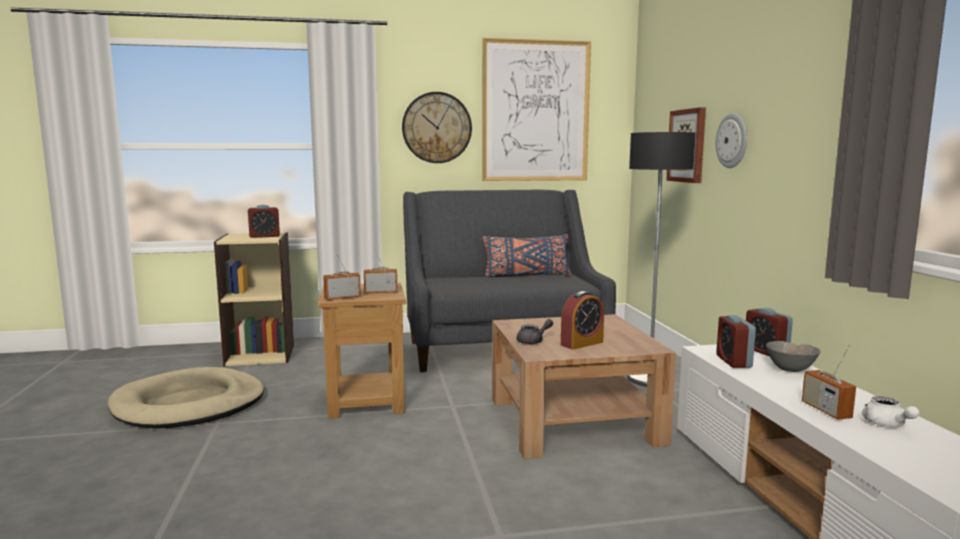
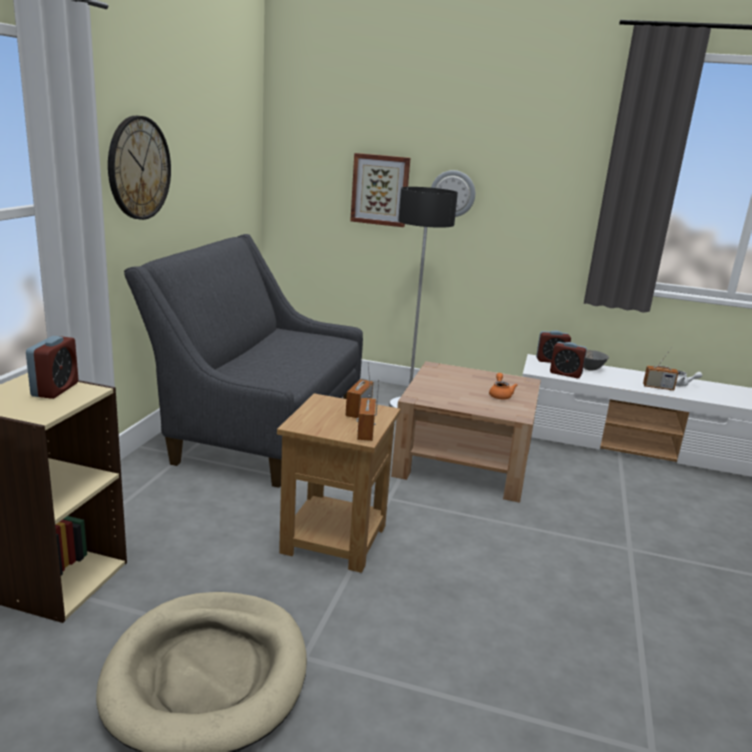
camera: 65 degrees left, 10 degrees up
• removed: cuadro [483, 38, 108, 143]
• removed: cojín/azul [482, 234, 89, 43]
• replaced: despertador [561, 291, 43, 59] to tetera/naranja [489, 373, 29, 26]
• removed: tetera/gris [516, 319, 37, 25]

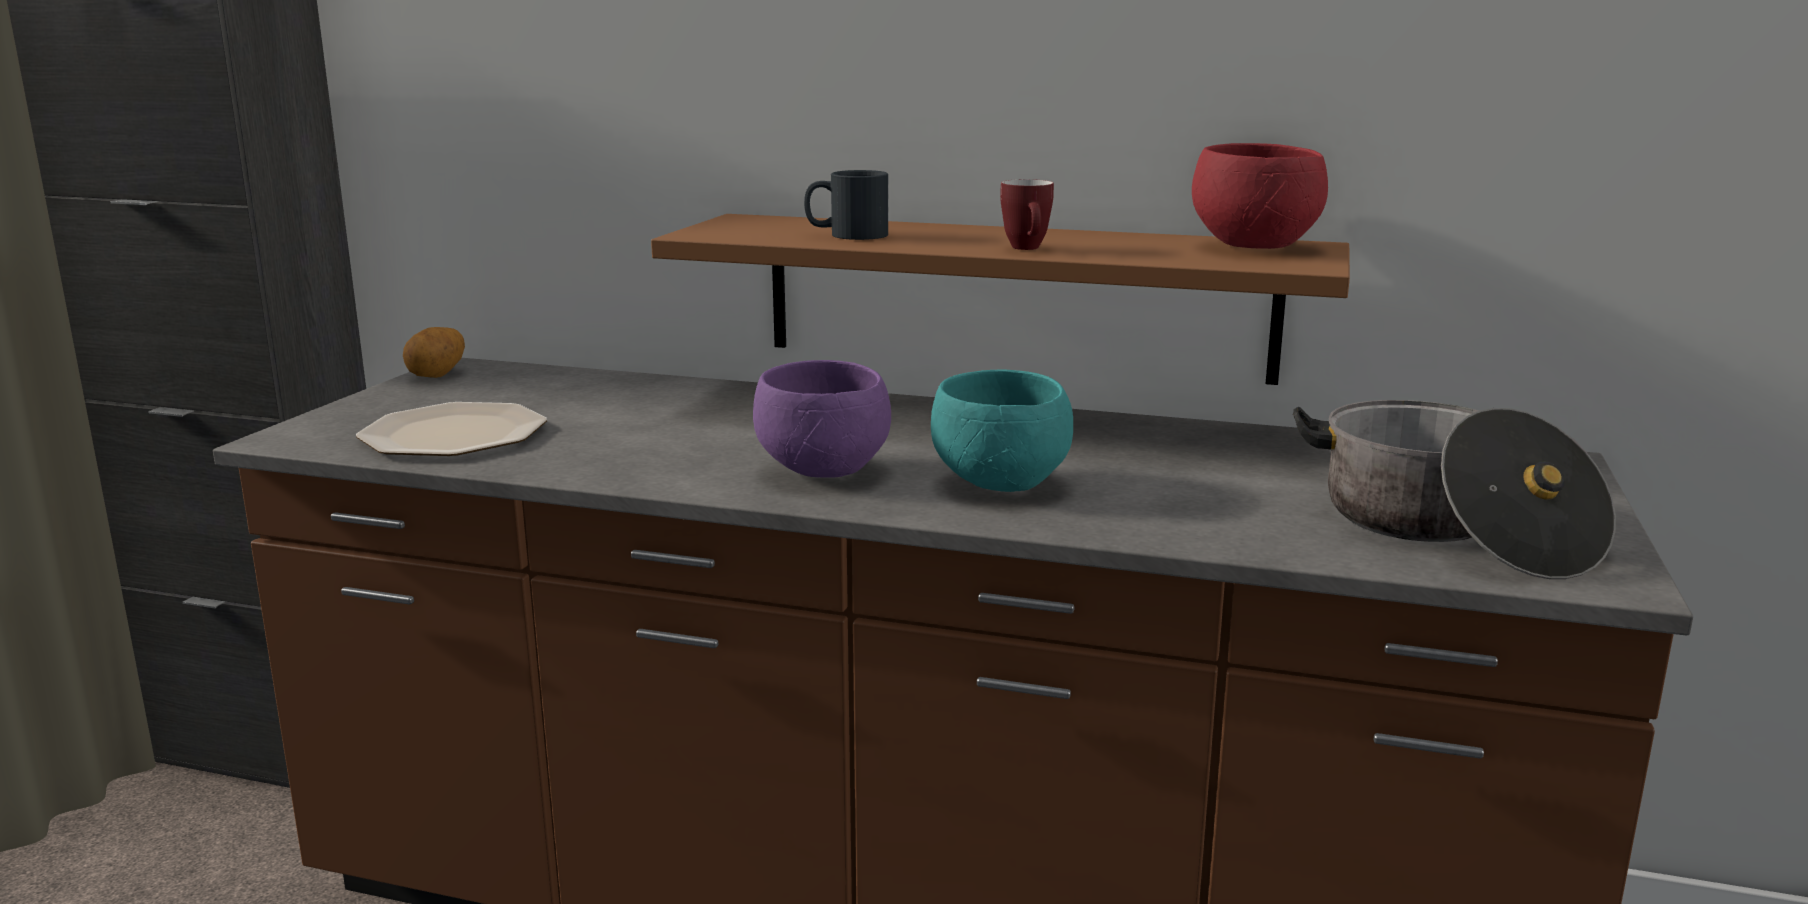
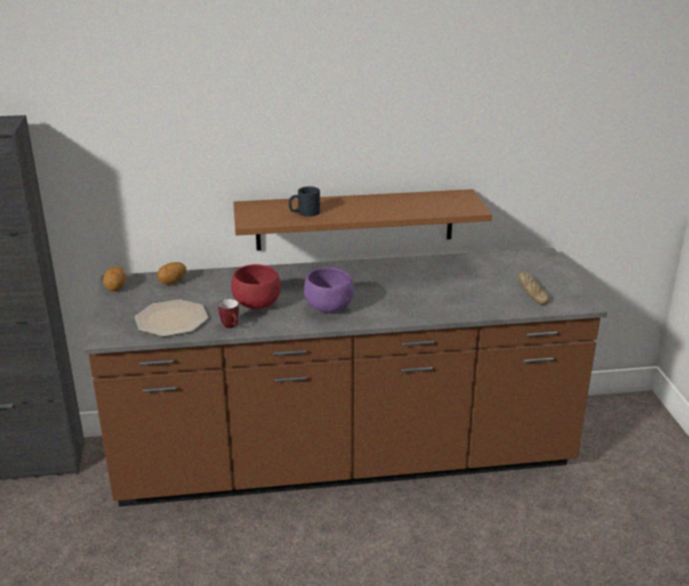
camera: 25 degrees left, 10 degrees up
• moved: cuenco/rojo [1192, 143, 136, 106] to [231, 264, 50, 45]
• moved: taza grande [1000, 179, 54, 71] to [218, 299, 21, 29]
• removed: cuenco/turquesa [931, 369, 142, 123]
• replaced: olla [1293, 400, 323, 179] to pan [518, 272, 31, 33]
• added: patata [157, 262, 30, 23]

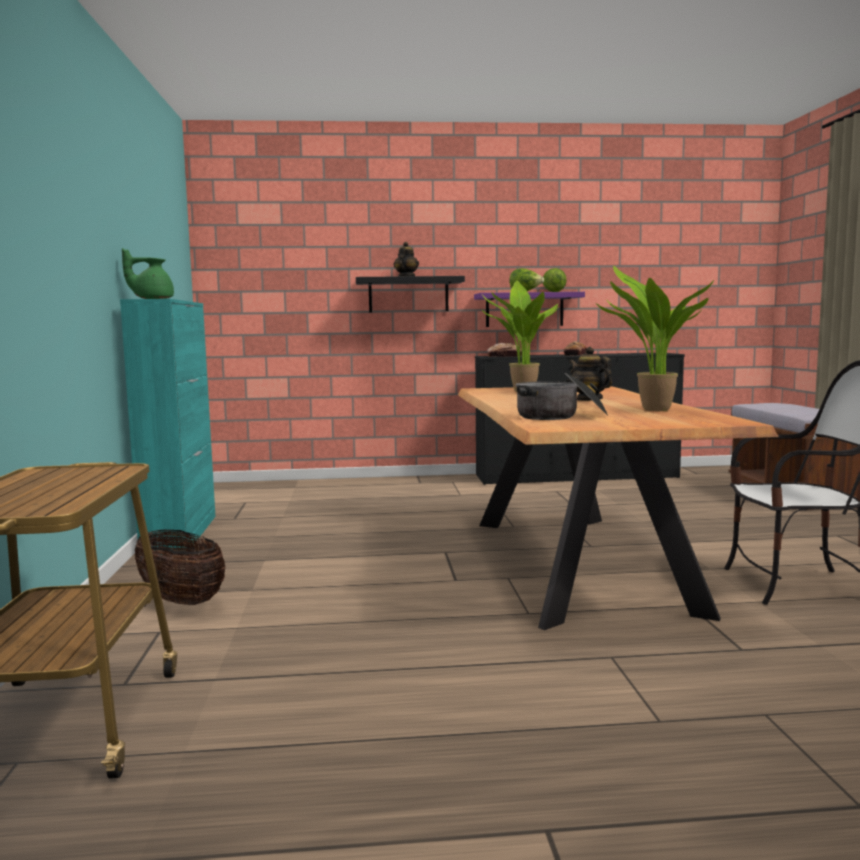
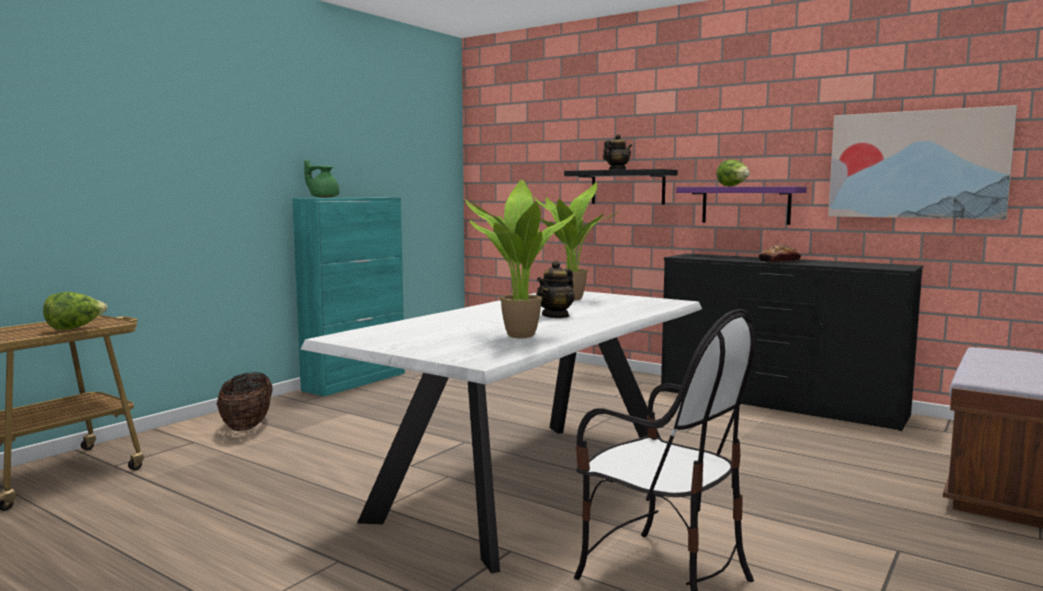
camera: 40 degrees right, 0 degrees up
• moved: lechuga [543, 268, 24, 24] to [43, 292, 64, 38]
• removed: pan [487, 343, 35, 14]
• turned: tetera [569, 347, 43, 54] = [536, 261, 39, 57] 150 degrees counterclockwise
• removed: olla [516, 373, 92, 47]
• recoloured: mesa de comedor/marrón [458, 386, 321, 244] to mesa de comedor/blanco [300, 291, 402, 283]
• added: cuadro [828, 105, 189, 115]

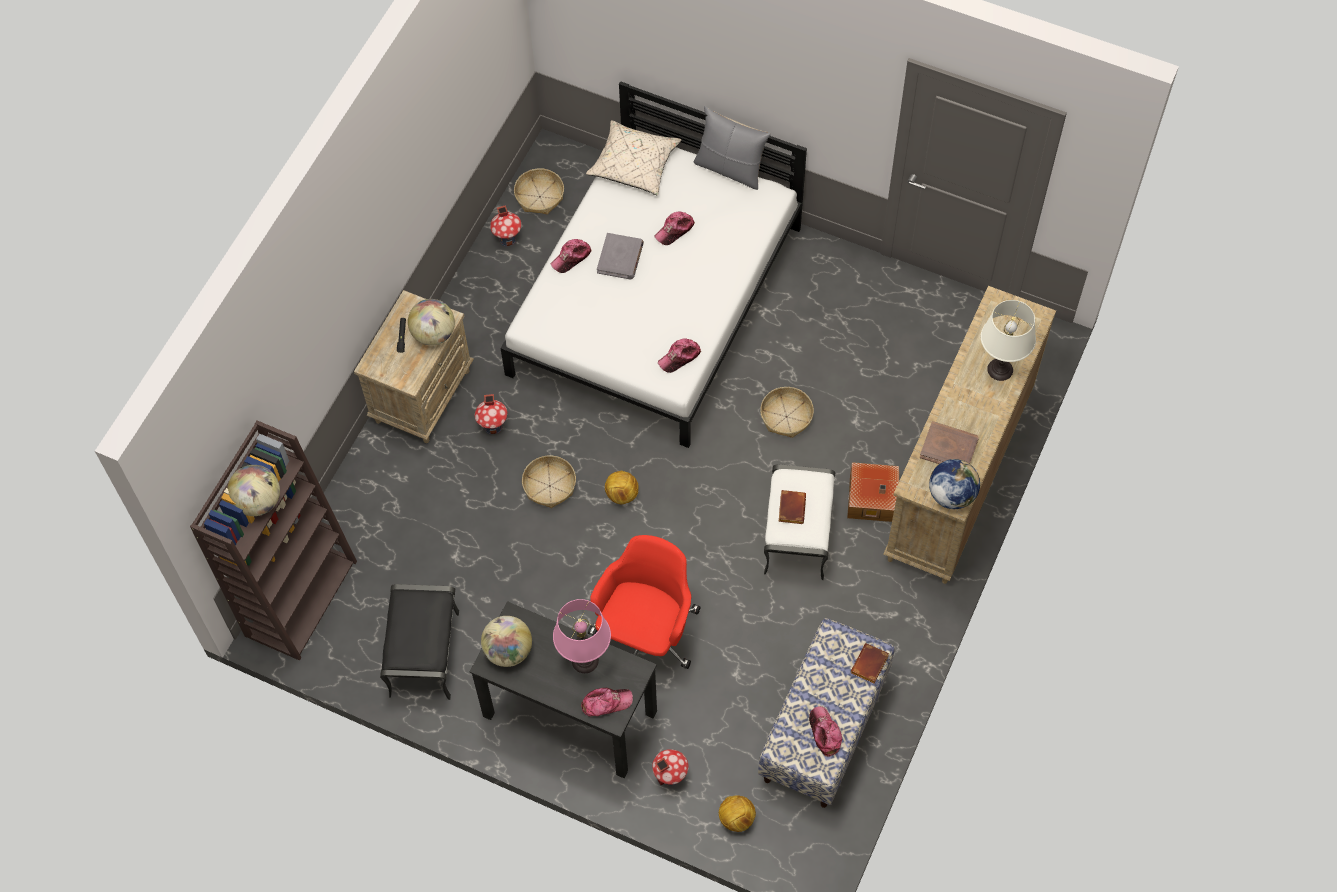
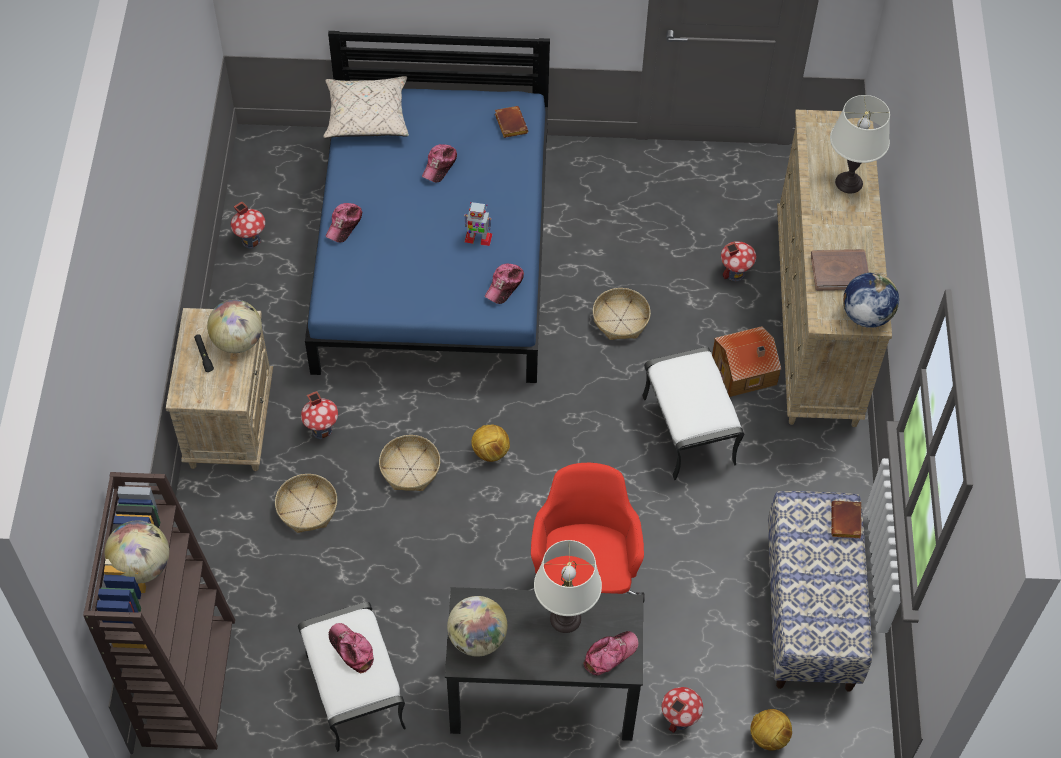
camera: 25 degrees left, 5 degrees down
• recoloured: cama/blanco [501, 81, 306, 367] to cama/azul [305, 31, 245, 352]
• removed: cojín/gris [693, 106, 78, 84]
• moved: cesta [514, 168, 50, 47] to [275, 474, 62, 59]
• removed: libro/gris [597, 233, 47, 47]
• moved: libro/marrón [779, 490, 27, 34] to [495, 106, 33, 32]
• recoloured: puf/negro [380, 584, 79, 116] to puf/blanco [298, 602, 108, 150]
• recoloured: lámpara de mesa/rosa [553, 599, 58, 74] to lámpara de mesa/blanco [534, 540, 68, 93]
• moved: gorra [809, 706, 33, 51] to [329, 623, 45, 50]
• added: robot de juguete [464, 202, 28, 44]
• added: casita [721, 241, 35, 40]

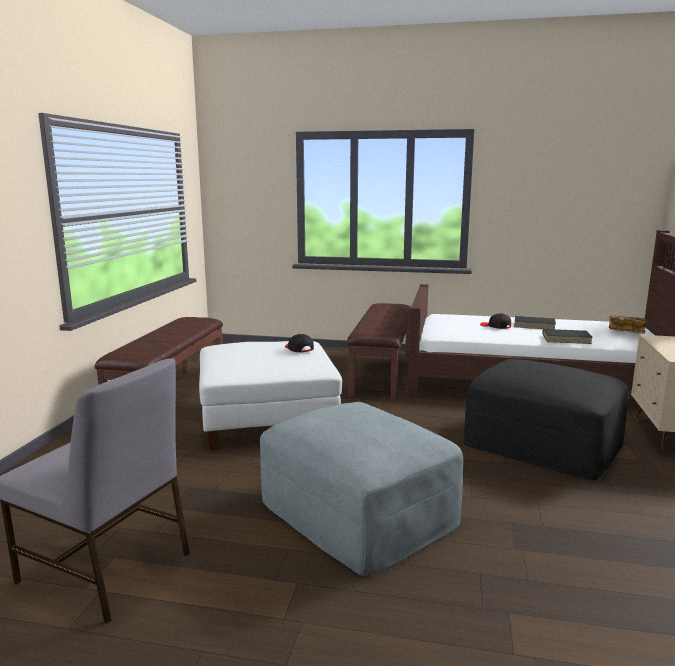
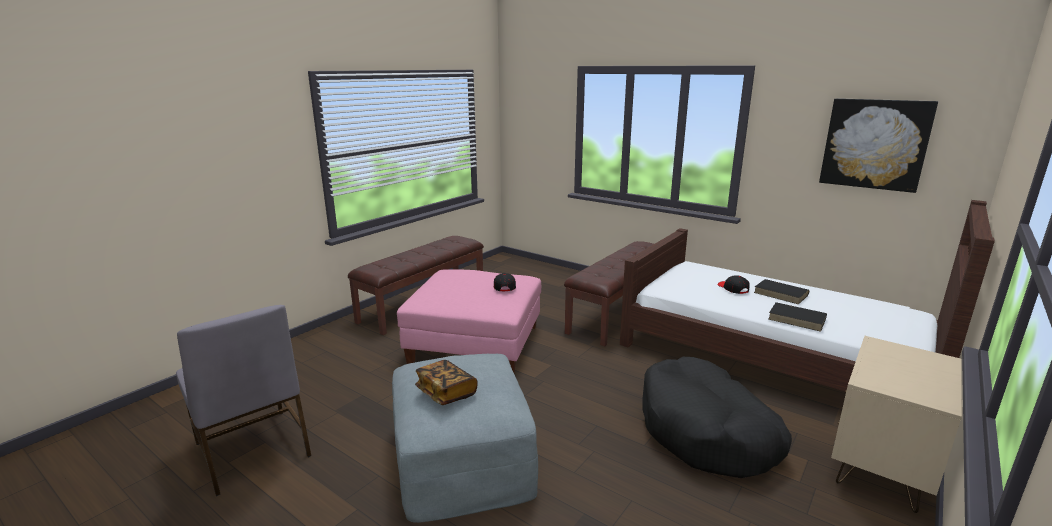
camera: 25 degrees right, 5 degrees up
• moved: libro [609, 316, 38, 18] to [415, 360, 63, 45]
• recoloured: puf/blanco [199, 341, 143, 109] to puf/rosa [397, 269, 144, 104]
• replaced: puf/negro [464, 359, 165, 121] to cama para perro/negro [642, 357, 150, 121]
• added: cuadro [819, 98, 119, 95]

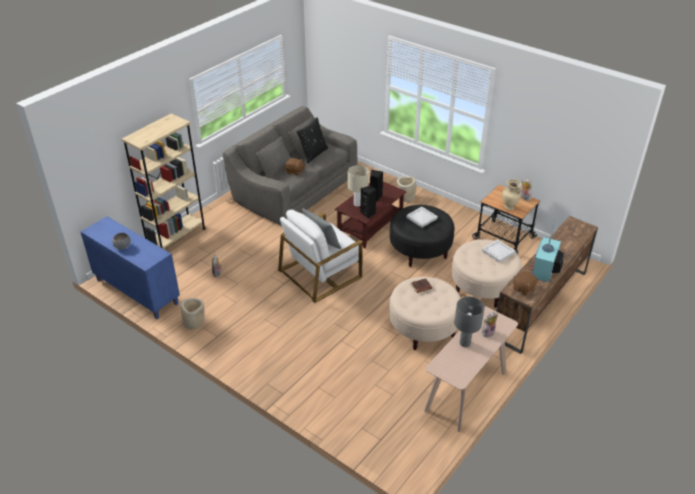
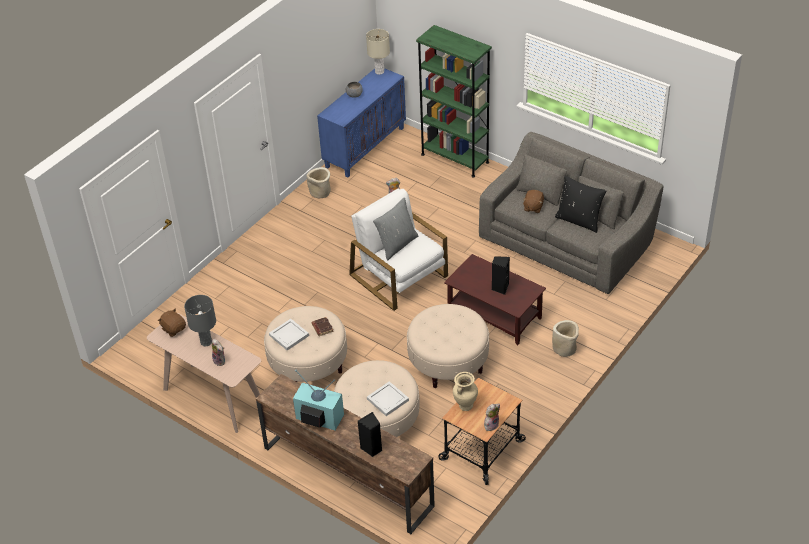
camera: 90 degrees right, 5 degrees up
• recoloured: estantería/beis [121, 113, 85, 136] to estantería/verde [416, 25, 76, 152]
• moved: lámpara de mesa/beis [348, 165, 21, 42] to [366, 29, 24, 46]
• moved: altavoz/negro [360, 185, 16, 33] to [358, 412, 24, 45]
• recoloured: puf/negro [390, 205, 65, 62] to puf/beis [407, 304, 82, 84]
• moved: bandeja/blanco [406, 207, 32, 20] to [269, 319, 40, 32]
• moved: peluche/marrón [513, 271, 24, 25] to [158, 308, 28, 29]

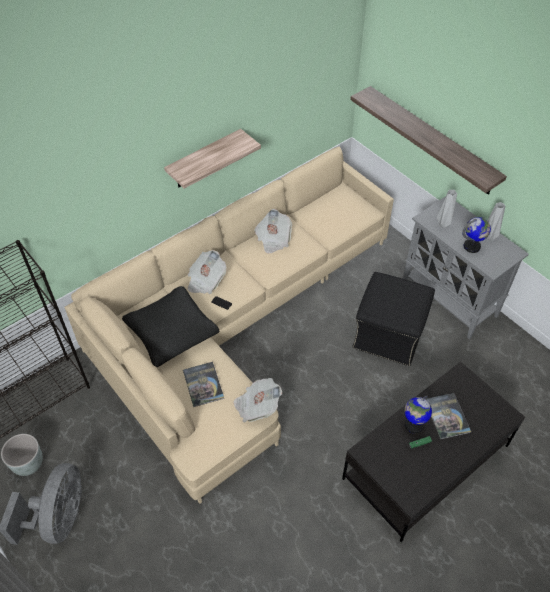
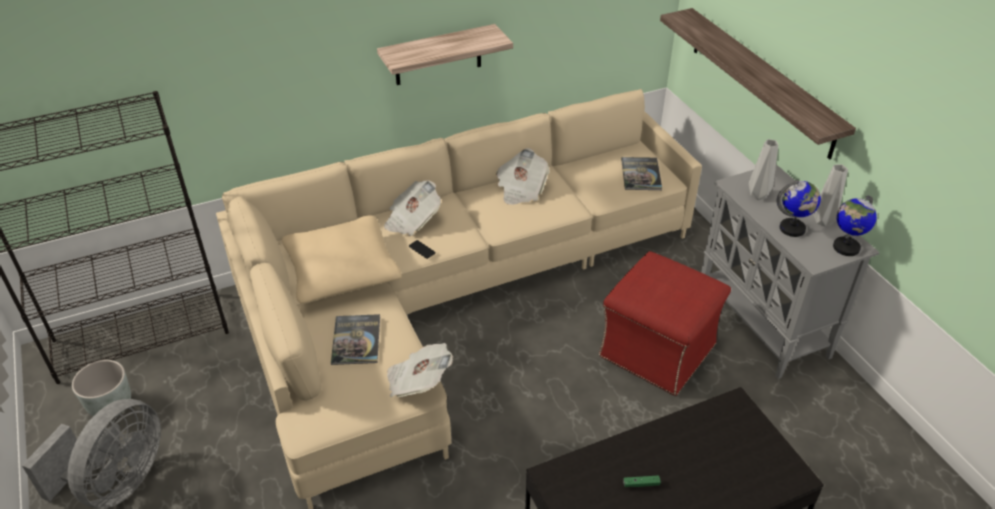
camera: 15 degrees right, 10 degrees down
• recoloured: puf/negro [352, 272, 83, 94] to puf/rojo [599, 251, 132, 145]
• recoloured: cojín/negro [122, 286, 97, 81] to cojín/beis [282, 215, 120, 89]
• moved: libro [427, 393, 44, 46] to [621, 157, 41, 33]
• moved: globo terráqueo [404, 396, 28, 38] to [833, 195, 44, 61]

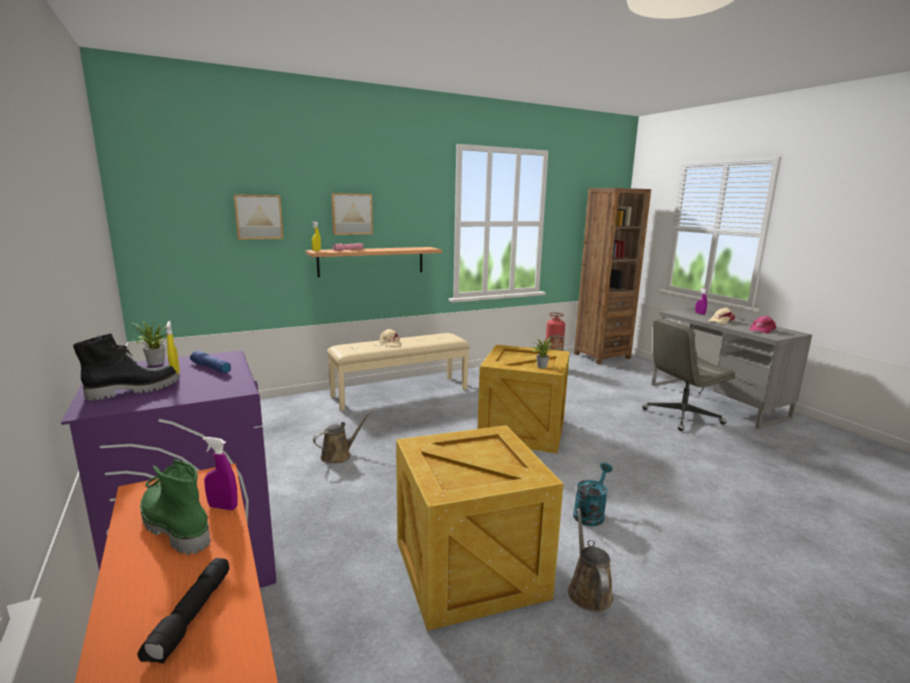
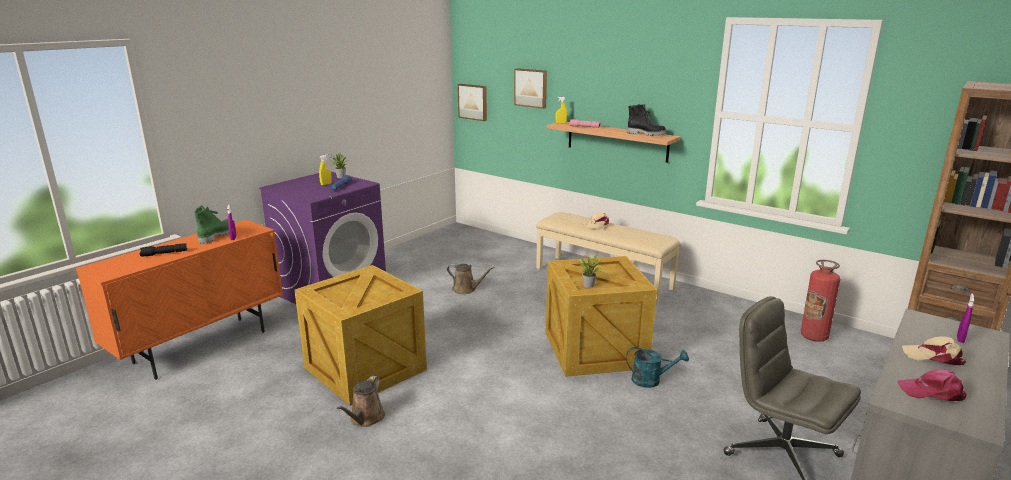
camera: 65 degrees right, 5 degrees up
• moved: cuadro [331, 193, 42, 42] to [458, 84, 29, 37]
• moved: bota/negro [73, 334, 106, 67] to [627, 104, 40, 32]
• moved: regadera/turquesa [573, 462, 40, 64] to [626, 347, 63, 41]
• turned: regadera/marrón [568, 508, 45, 104] = [337, 376, 48, 51] 135 degrees clockwise

